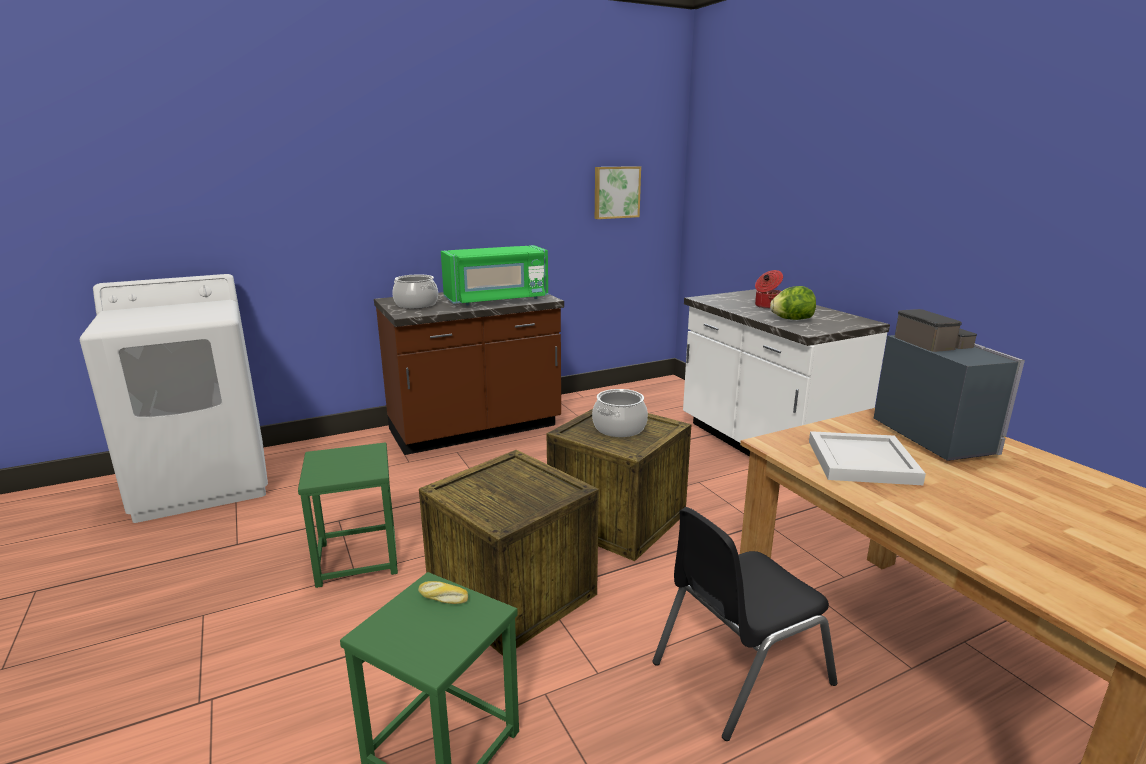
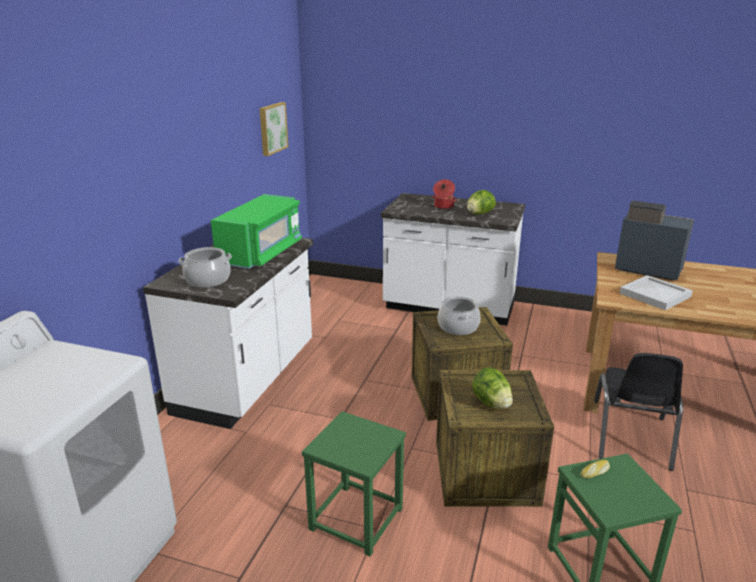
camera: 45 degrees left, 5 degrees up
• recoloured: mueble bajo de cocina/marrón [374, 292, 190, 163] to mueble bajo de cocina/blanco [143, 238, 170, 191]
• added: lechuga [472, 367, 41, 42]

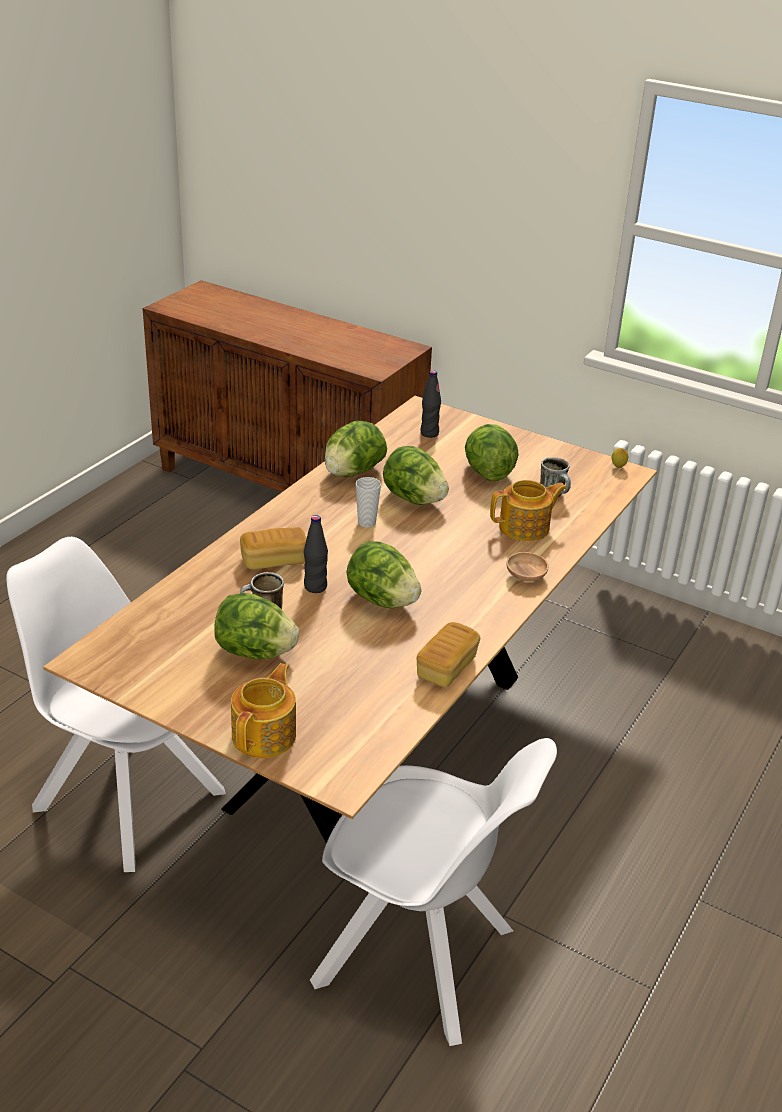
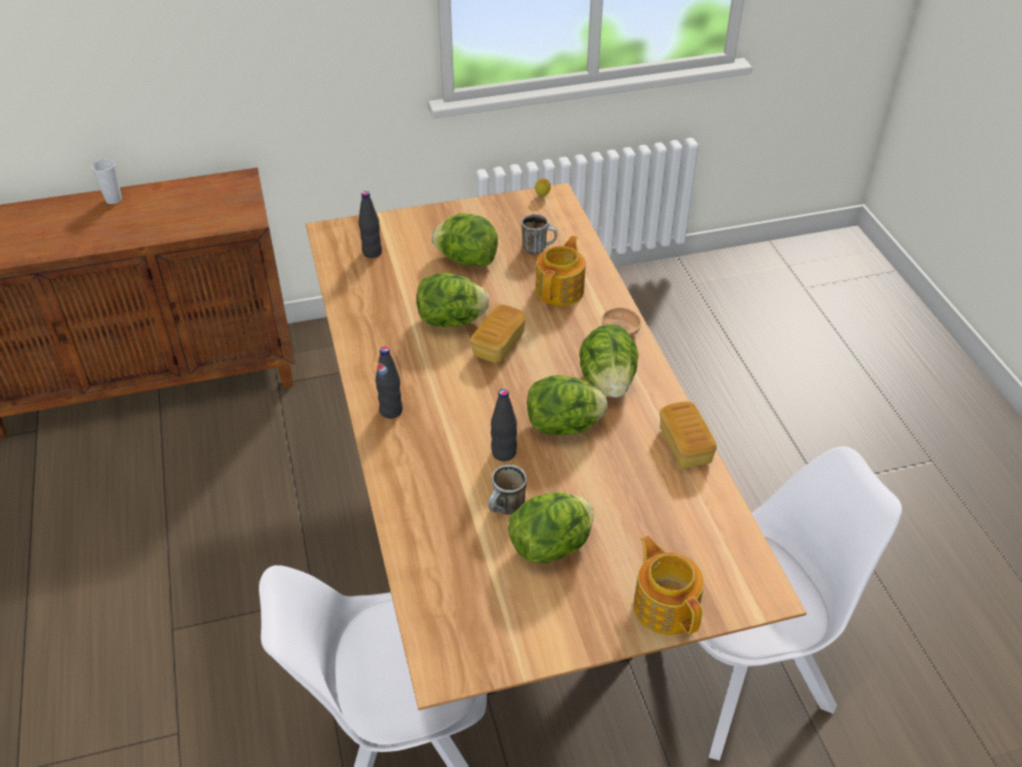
camera: 45 degrees left, 10 degrees up
• moved: lechuga [324, 421, 63, 56] to [579, 324, 60, 74]
• moved: taza [356, 477, 25, 50] to [91, 159, 31, 45]
• moved: pan [240, 527, 66, 43] to [471, 304, 55, 59]
• added: botella/negro [375, 347, 28, 72]

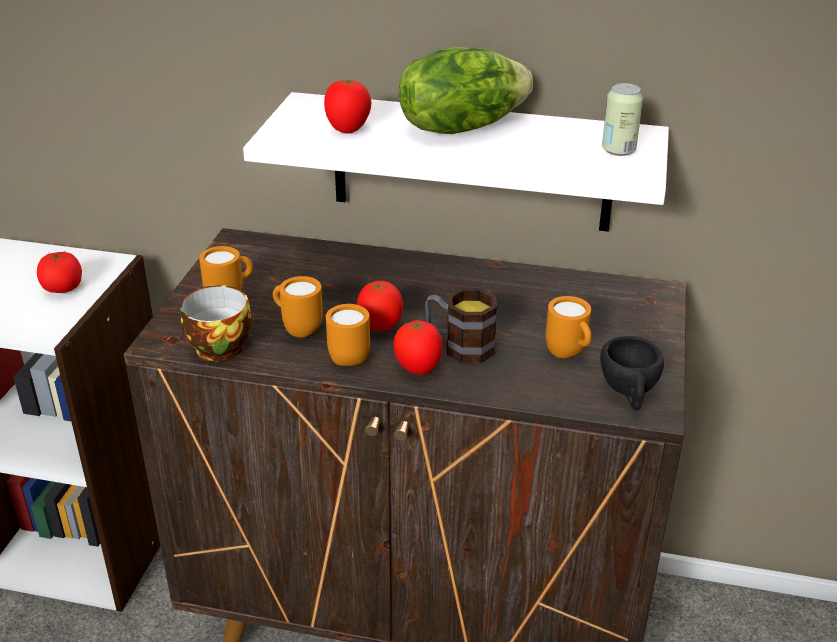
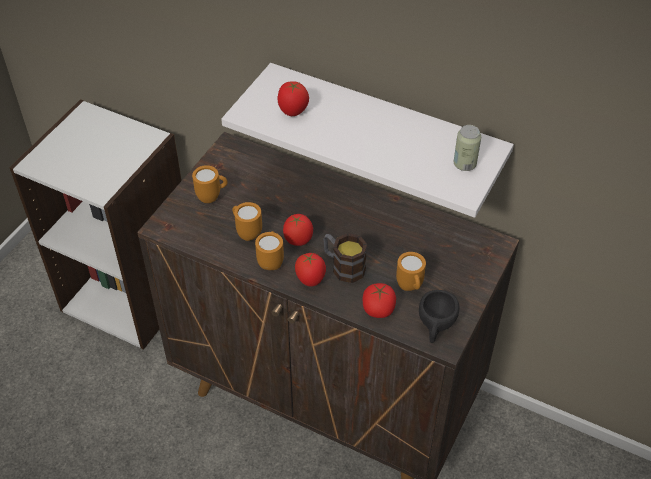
camera: 15 degrees right, 15 degrees up
• removed: lechuga [399, 47, 134, 87]
• moved: tomate [37, 251, 45, 42] to [363, 283, 33, 35]
• removed: taza [180, 285, 72, 76]

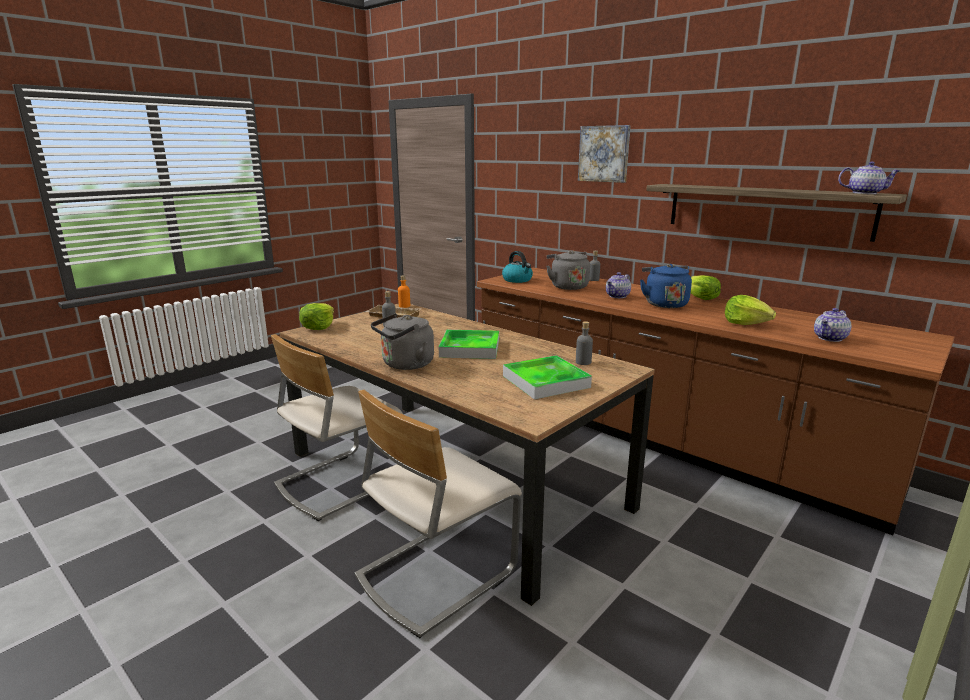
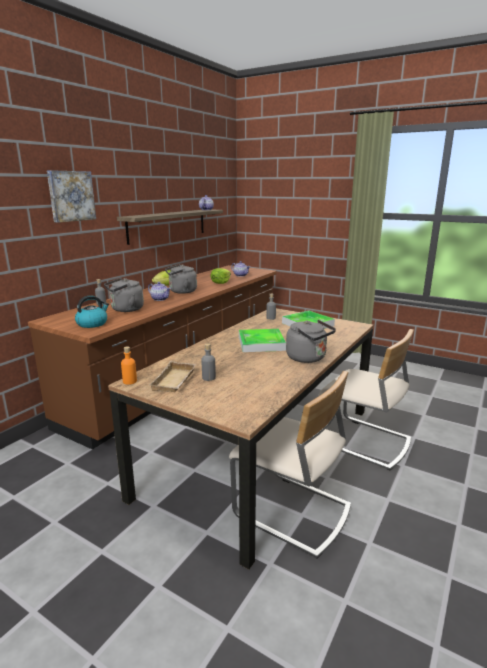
camera: 100 degrees left, 0 degrees up
• recoloured: hervidor/azul [640, 264, 52, 44] to hervidor/gris [165, 264, 32, 30]
• removed: lechuga [299, 303, 35, 27]

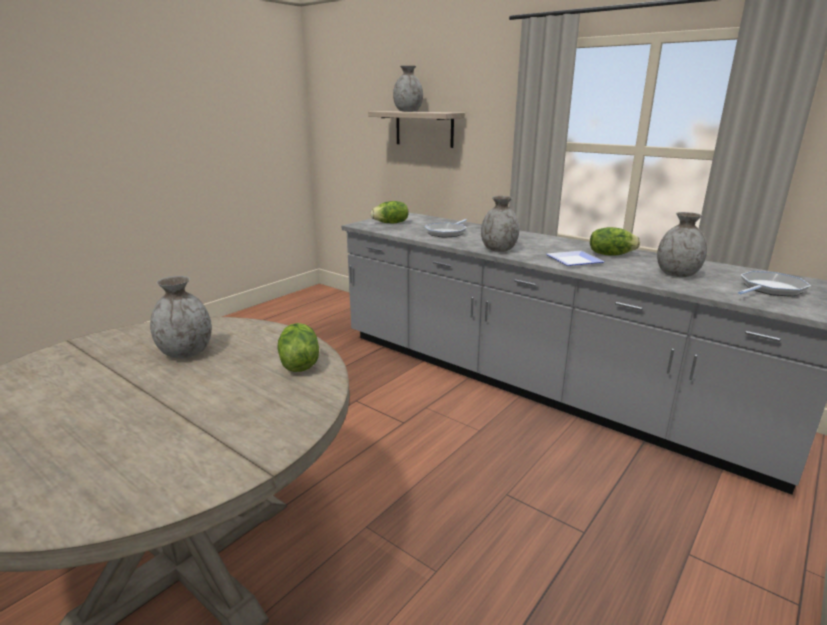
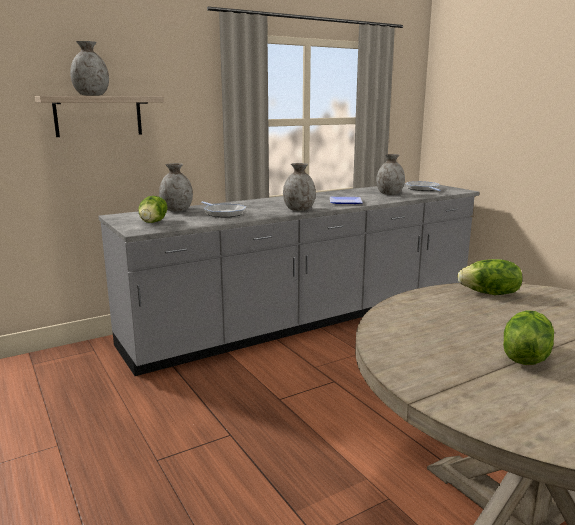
camera: 70 degrees left, 5 degrees down
• moved: lechuga [590, 227, 50, 28] to [503, 310, 51, 55]
• moved: florero/gris [150, 276, 62, 82] to [159, 163, 34, 48]

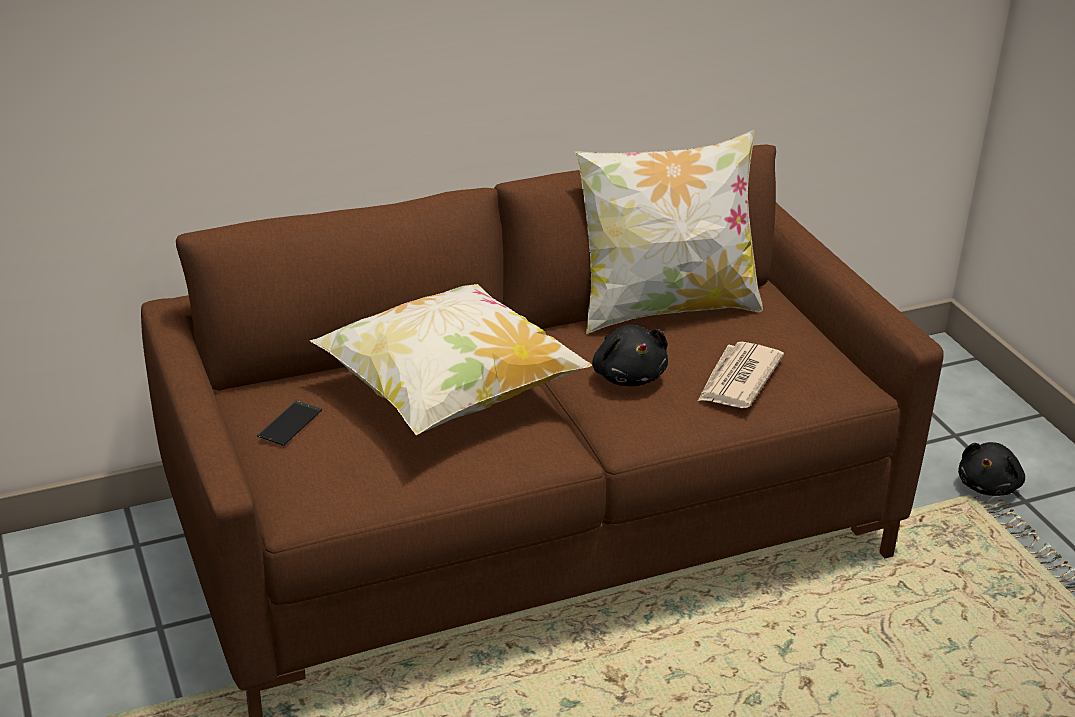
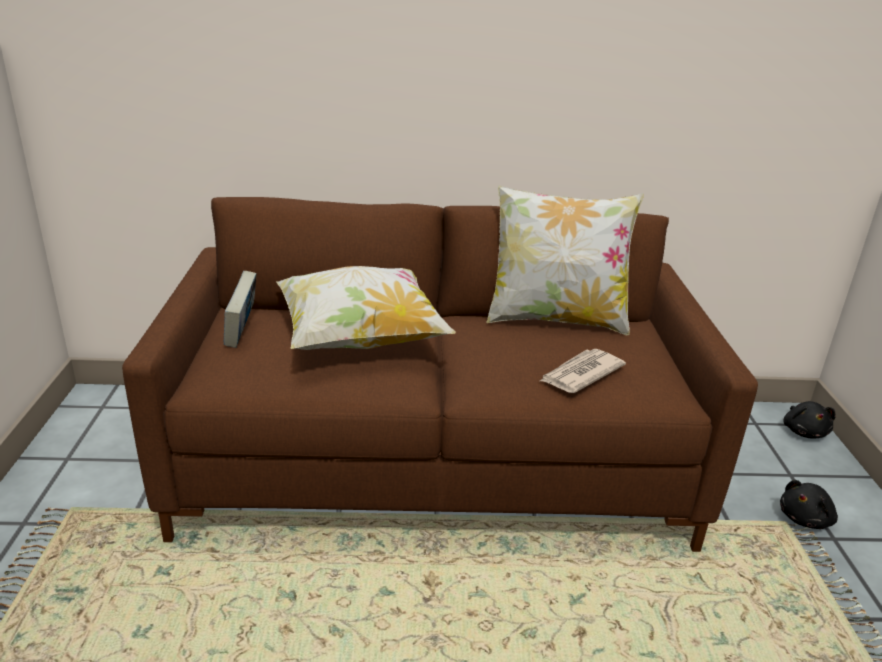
camera: 20 degrees right, 5 degrees down
• moved: peluche/negro [592, 324, 76, 62] to [784, 401, 52, 38]
• replaced: móvil [257, 401, 65, 45] to libro [224, 271, 33, 77]

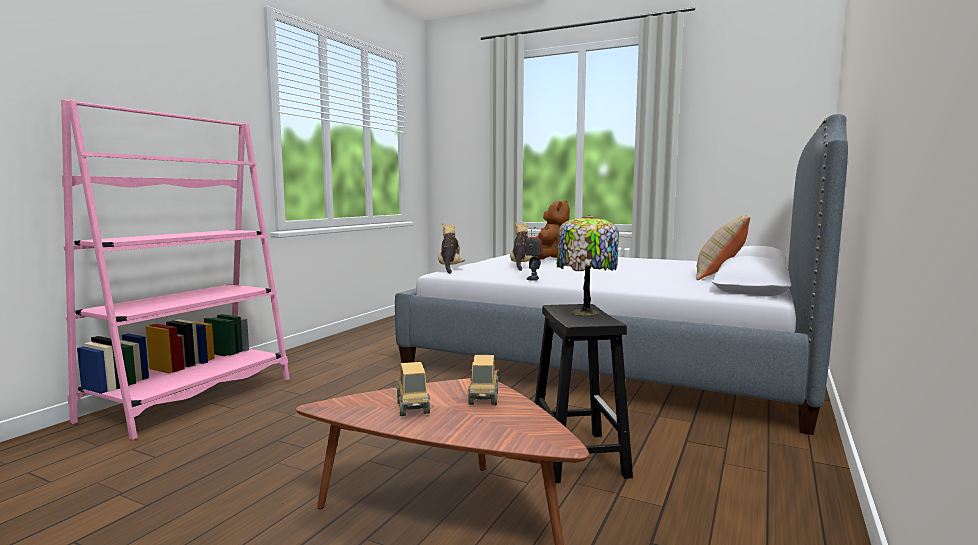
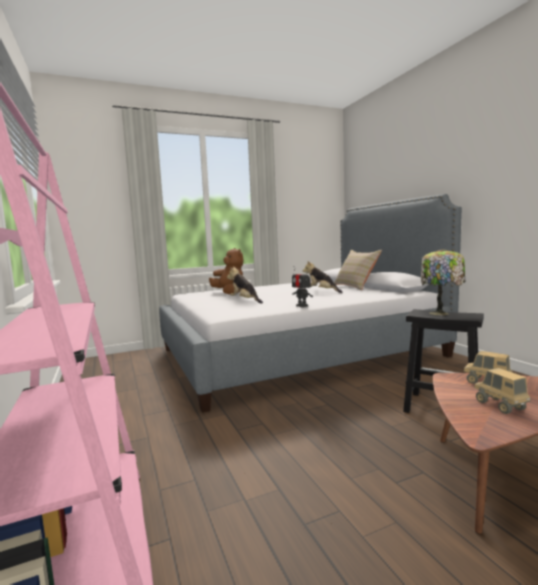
camera: 50 degrees left, 0 degrees up
• moved: peluche [438, 223, 27, 51] to [303, 261, 40, 32]
• turned: camión de juguete [396, 362, 34, 54] = [474, 368, 57, 46] 45 degrees clockwise

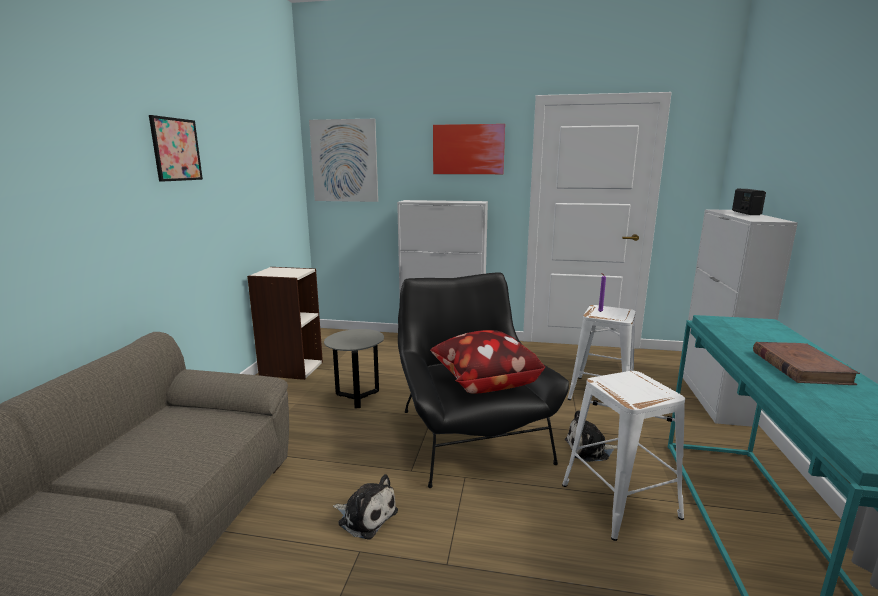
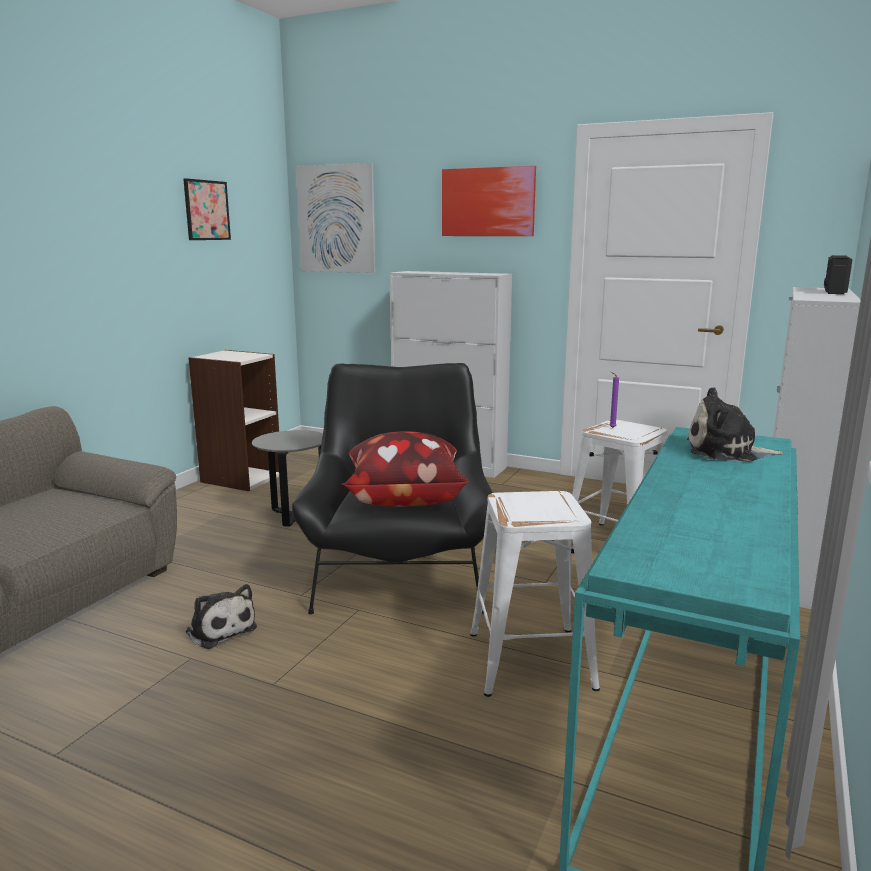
camera: 15 degrees right, 0 degrees up
• moved: cuadro [149, 115, 54, 67] to [183, 178, 48, 62]
• removed: libro/marrón [753, 342, 107, 43]
• moved: peluche [565, 410, 53, 52] to [687, 387, 96, 75]

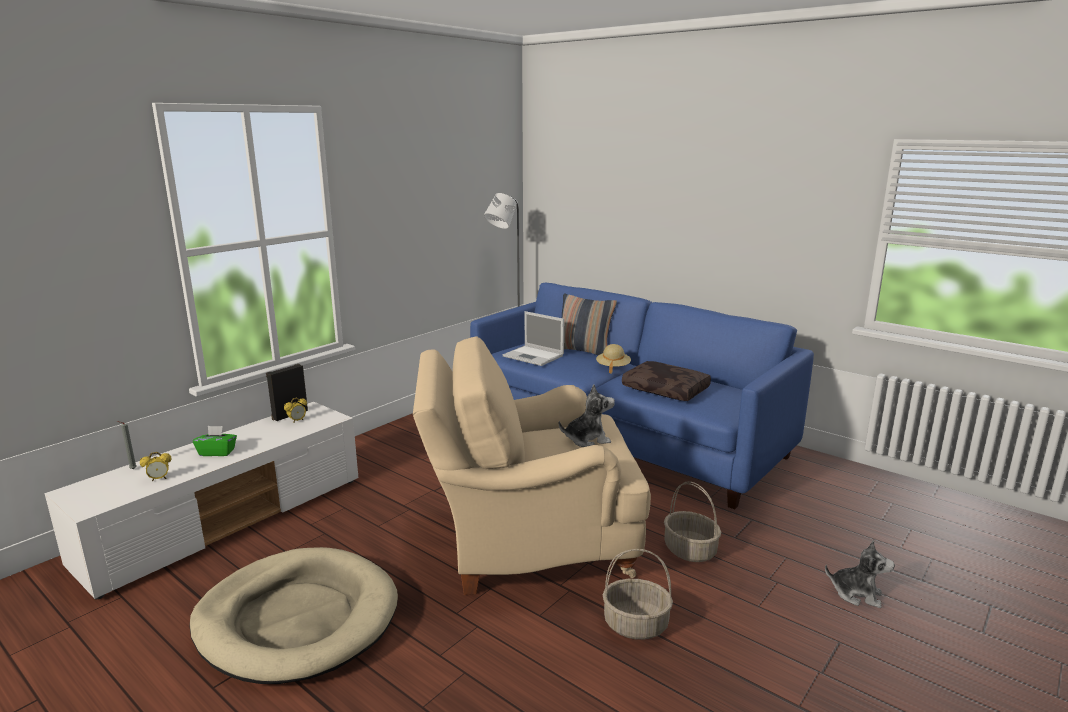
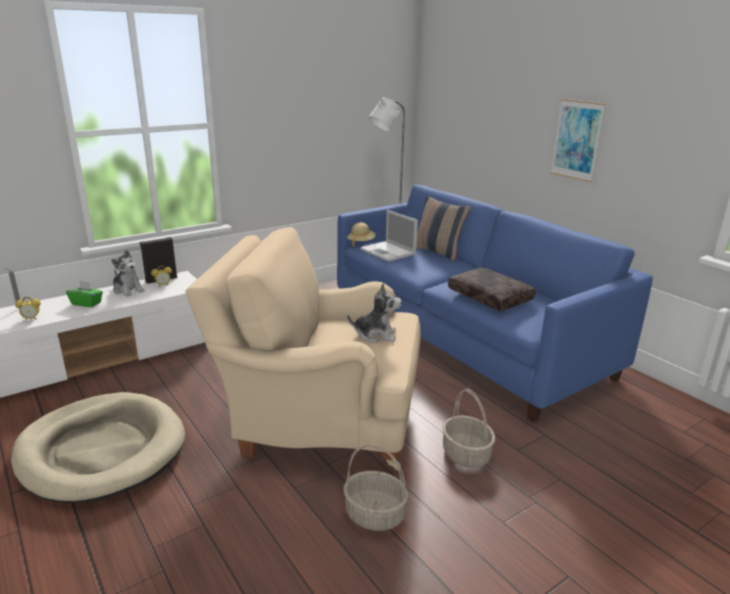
camera: 15 degrees right, 5 degrees up
• moved: sombrero/beis [596, 344, 35, 29] to [347, 222, 29, 25]
• moved: peluche [825, 540, 70, 68] to [111, 250, 34, 47]
• added: cuadro [551, 99, 54, 83]

